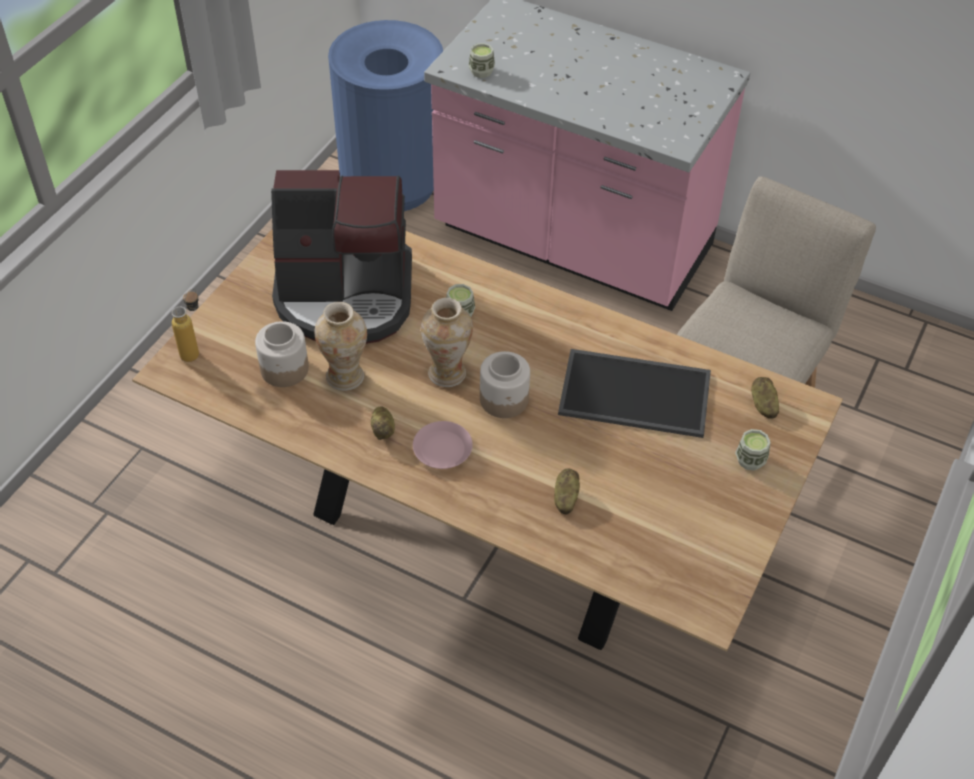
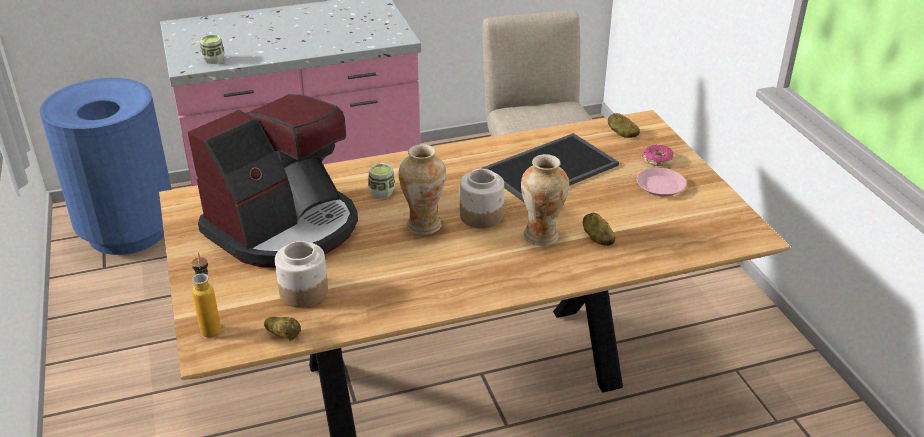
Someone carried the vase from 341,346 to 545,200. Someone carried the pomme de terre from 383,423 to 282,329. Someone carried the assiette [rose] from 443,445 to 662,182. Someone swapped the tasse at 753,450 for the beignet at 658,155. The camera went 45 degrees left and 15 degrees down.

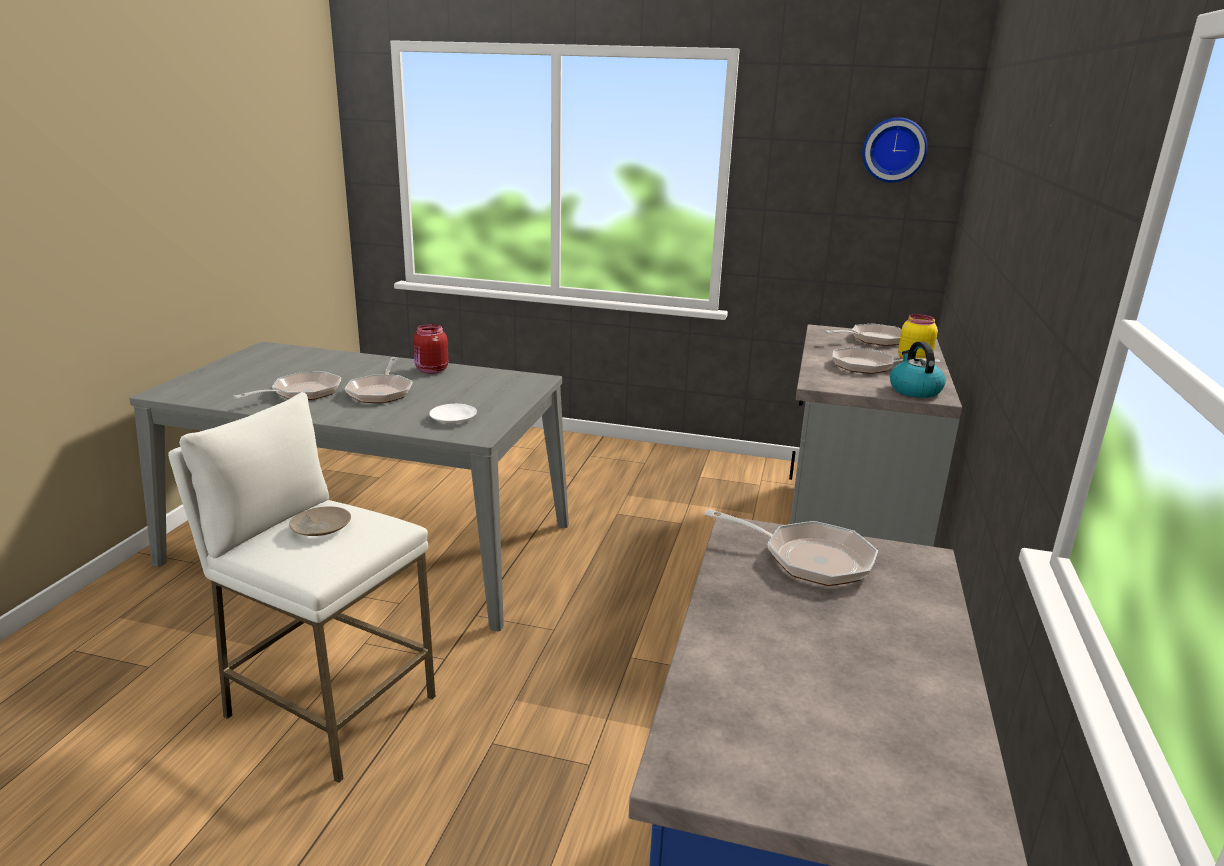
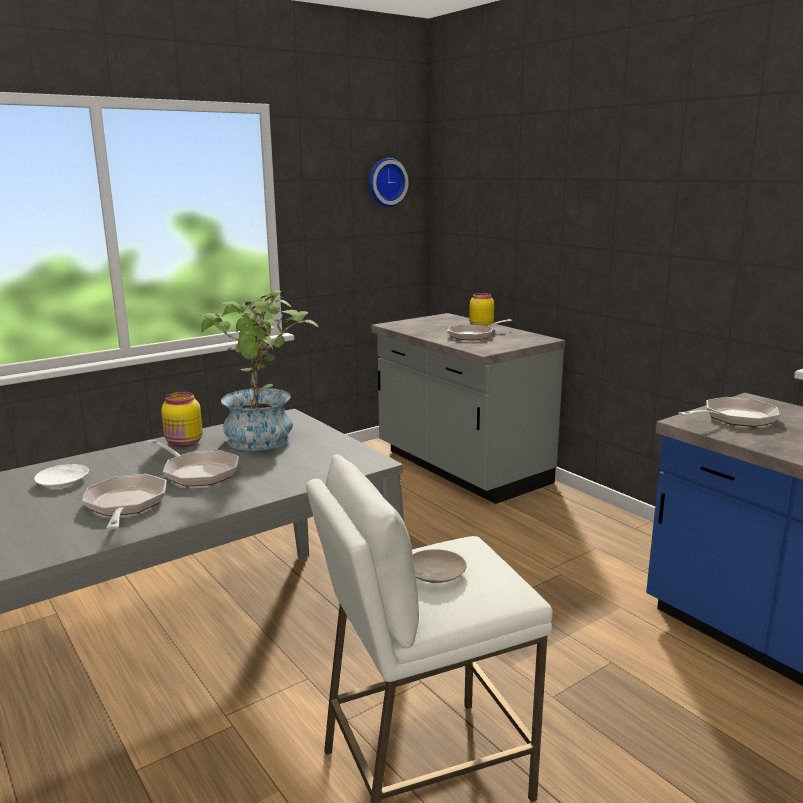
Someone took away the poêle at 863,335. Someone took away the bouilloire at 918,369. Someone put down the plante en pot at 260,370. Someone carried the assiette [blanc] from 453,413 to 61,475. Someone repainted the bocal [rouge] at 430,349, which became the bocal [jaune] at 181,419. The camera went 50 degrees left and 5 degrees down.

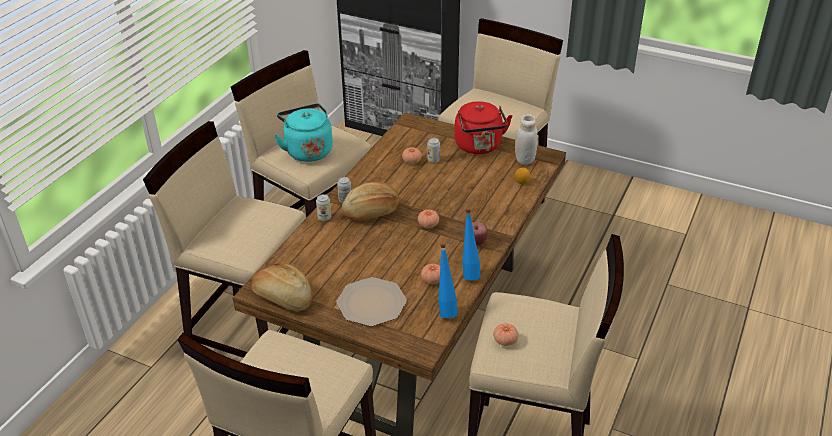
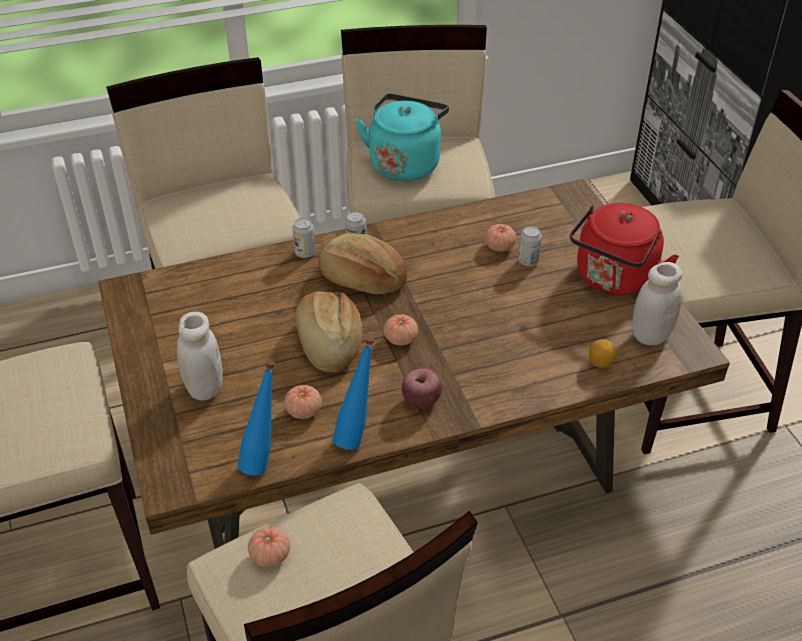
Someone carried the pain from 281,287 to 329,331. Someone swapped the assiette at 371,301 for the bocal [blanc] at 200,356. The camera went 45 degrees right and 5 degrees up.

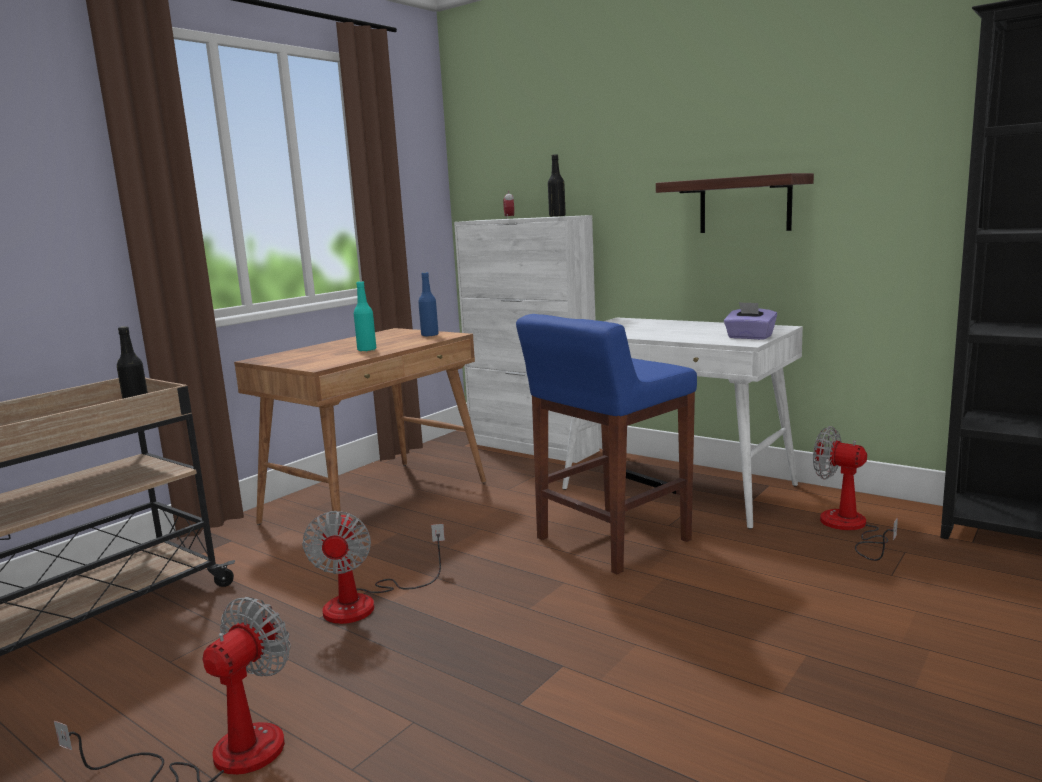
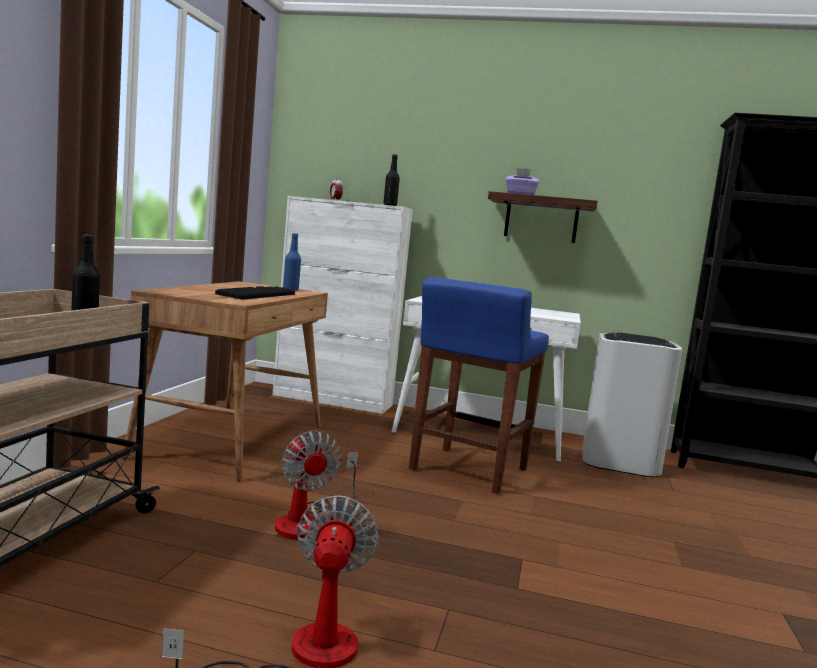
Someone carried the boîte à mouchoirs [violet] from 750,321 to 522,181. Someone swapped the bouteille [turquoise] at 365,316 for the clavier at 255,293. Someone swapped the ventilateur at 855,493 for the poubelle [blanc] at 632,405. The camera went 25 degrees left and 5 degrees down.

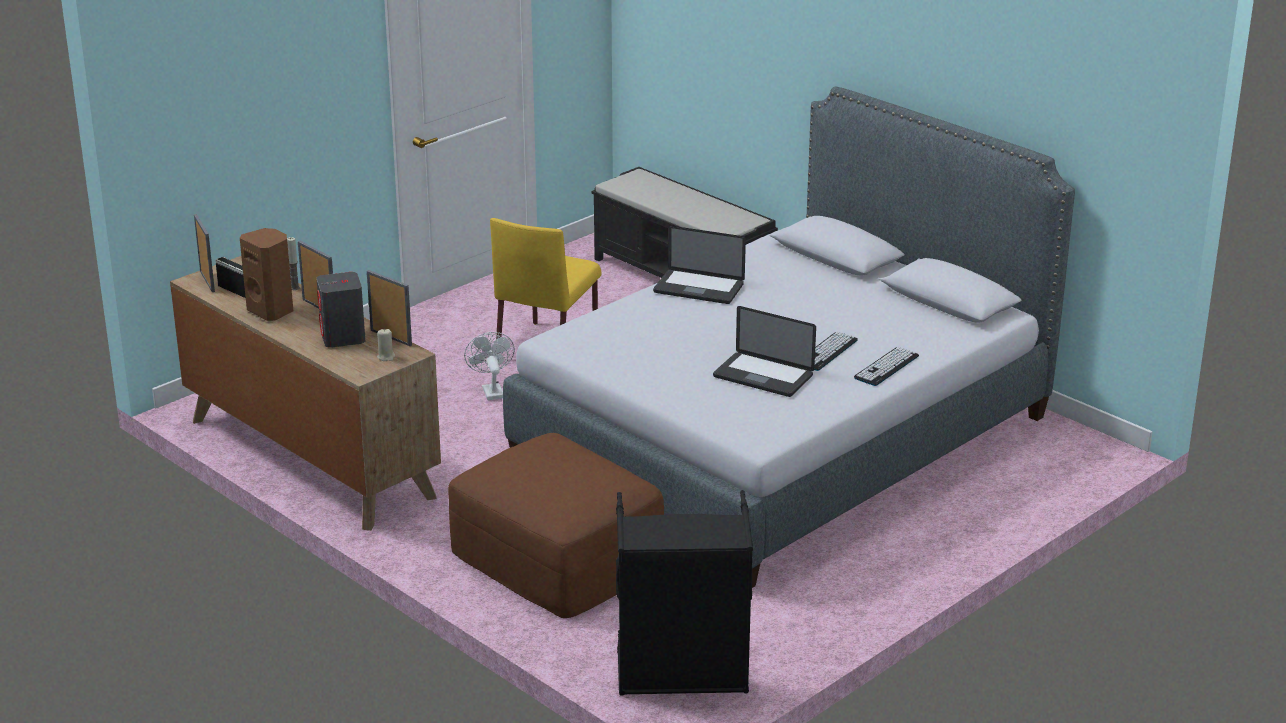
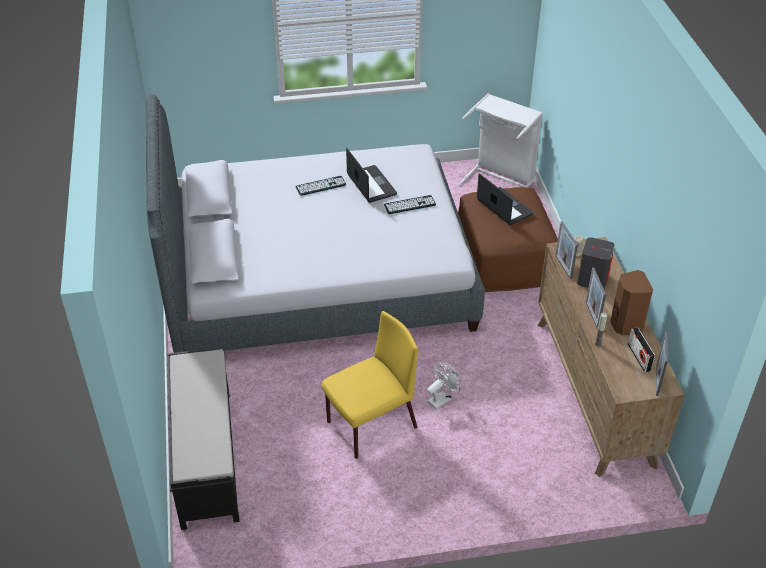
Someone carried the ordinateur portable from 699,265 to 505,199. Someone carried the clavier from 886,366 to 410,204. Someone repainted the panier à linge [noir] at 684,593, which became the panier à linge [blanc] at 500,140. Someone rotated the ventilateur [blanc] at 489,366 by 150 degrees counterclockwise. The camera went 145 degrees left and 15 degrees up.

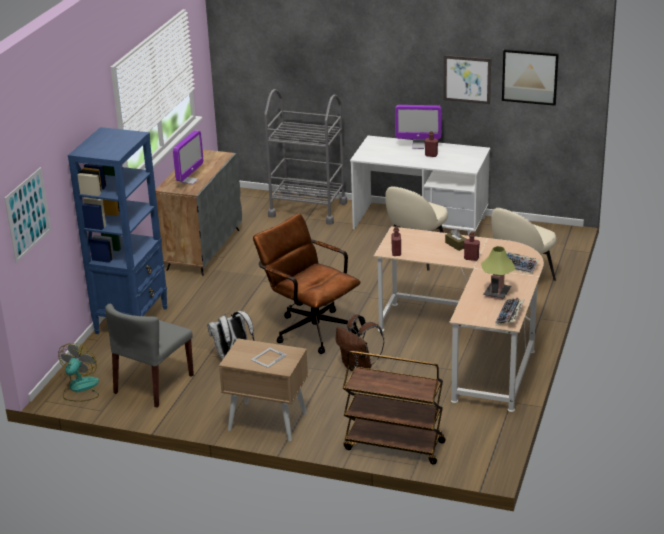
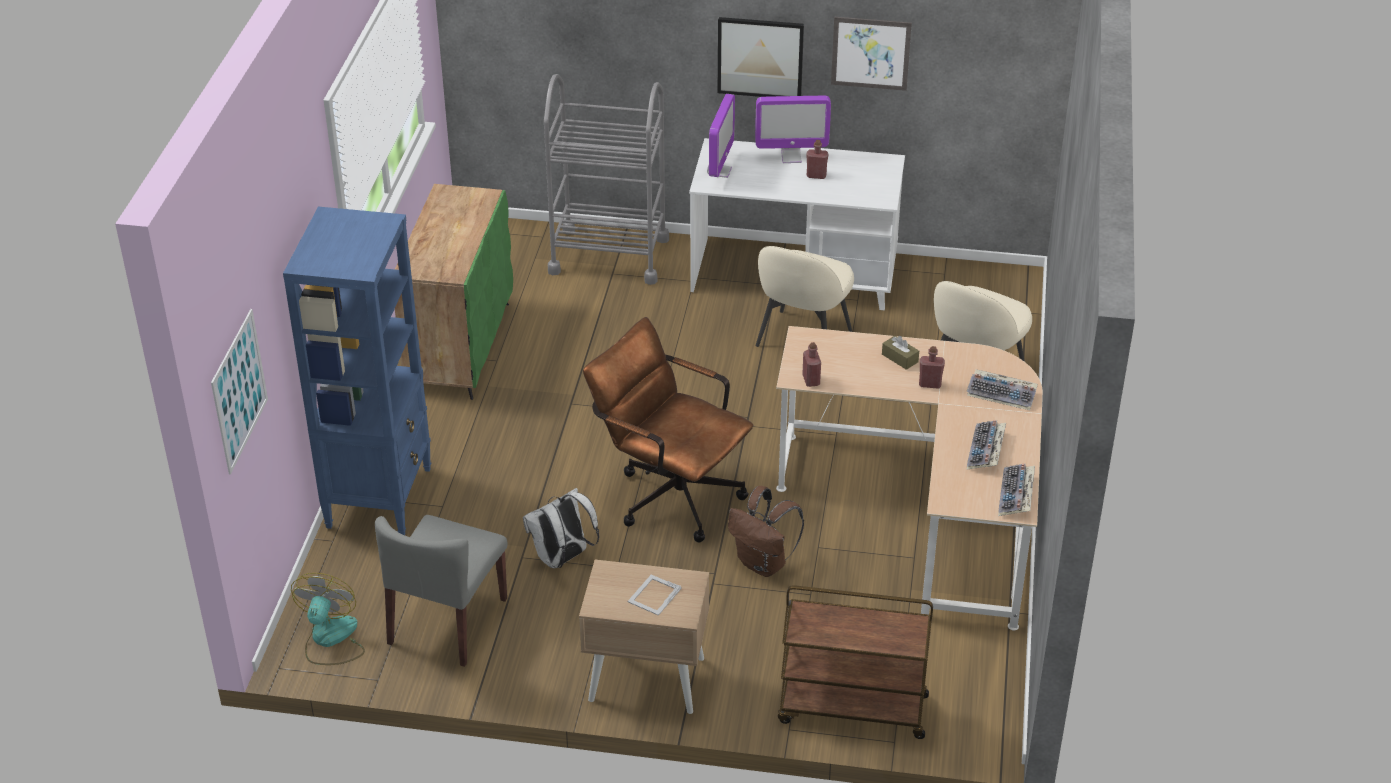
Someone carried the écran d'ordinateur from 188,157 to 721,136. Someone carried the tableau from 530,77 to 761,57. Someone swapped the lampe de table at 498,273 for the clavier at 986,445. Someone repainted the meuble de rangement [gris] at 199,213, which became the meuble de rangement [vert] at 454,292. The camera went 10 degrees left and 10 degrees up.

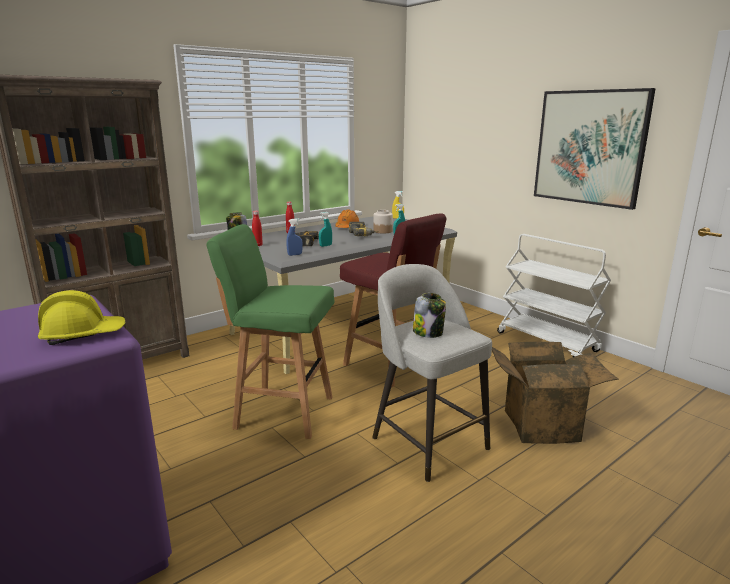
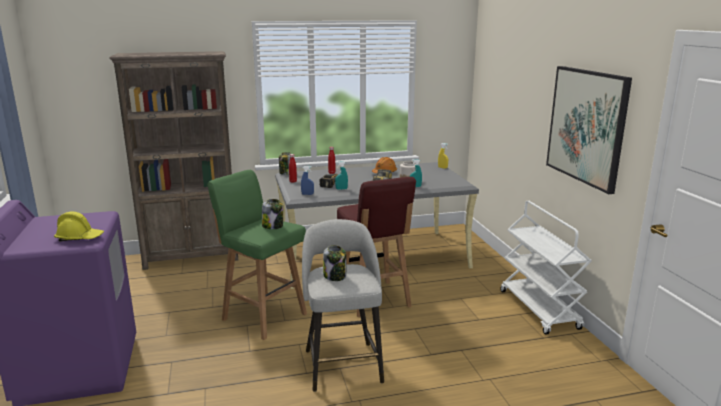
Someone took away the carton at 555,393. Someone put down the bocal at 272,214. The camera went 25 degrees right and 0 degrees up.

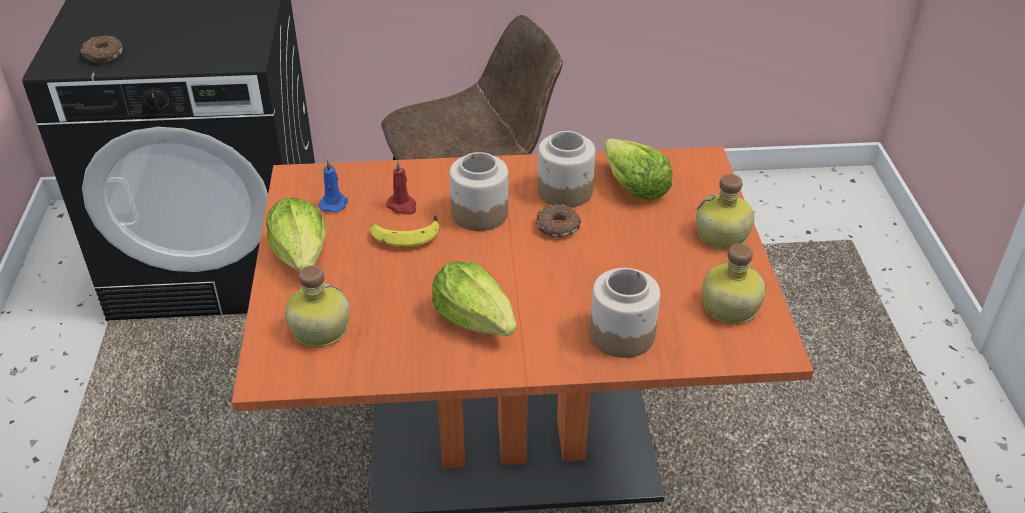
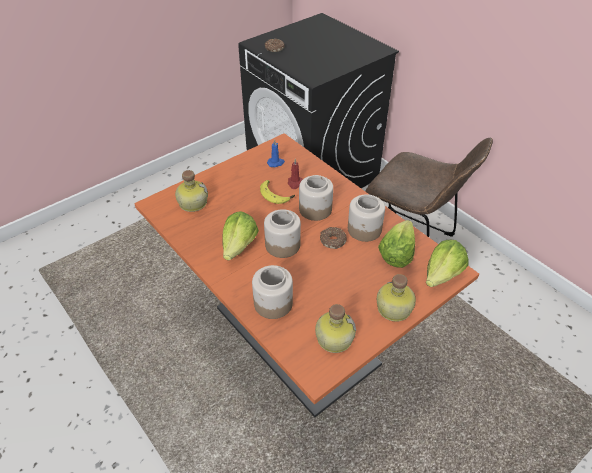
Someone put down the bocal at 282,233. Someone carried the laitue from 296,235 to 447,263. The camera went 55 degrees right and 5 degrees up.

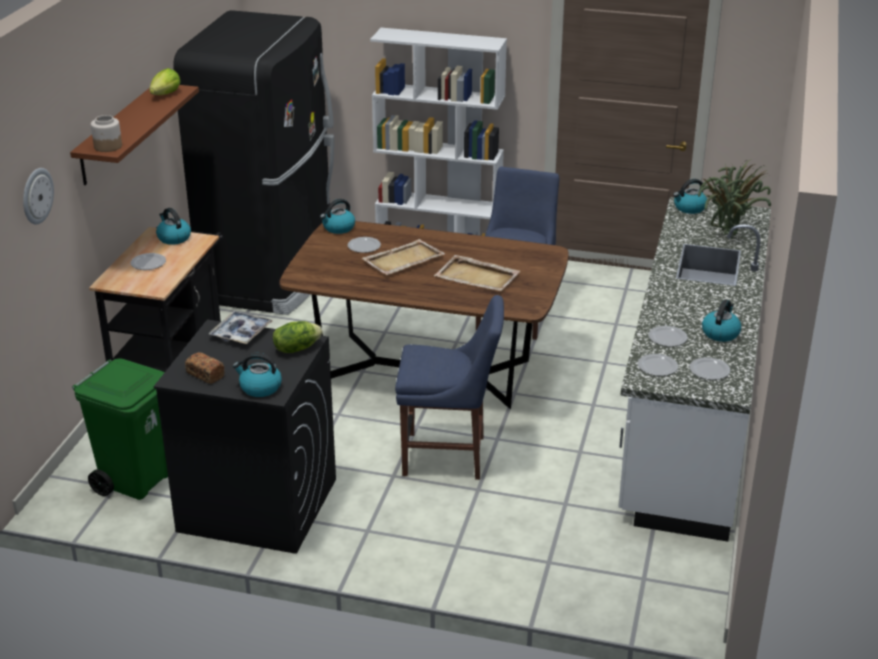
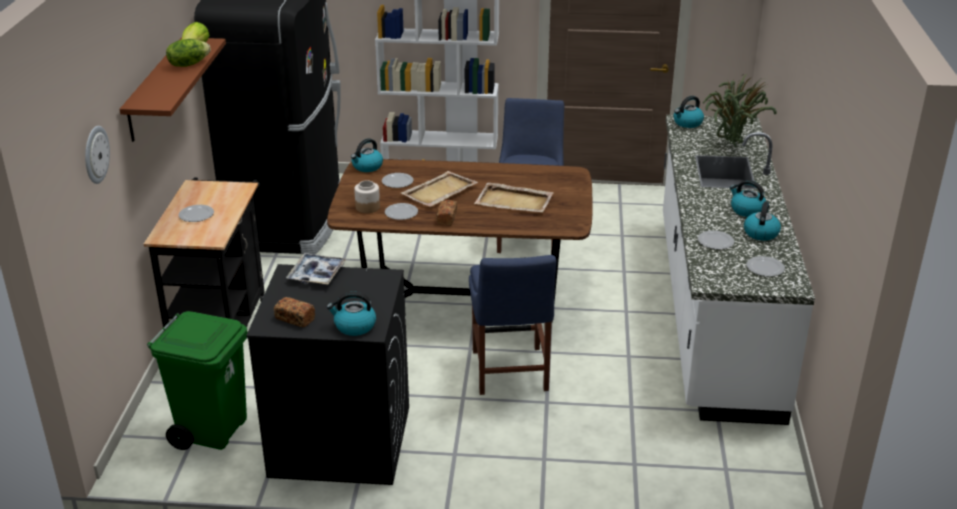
Someone put down the pain at 446,213. Someone carried the bocal from 106,133 to 367,196. Someone carried the bouilloire from 173,226 to 748,198. Someone carried the laitue from 298,337 to 188,53. Someone carried the assiette from 658,365 to 401,211. Someone rotated the chaise [bleu] at 449,387 by 90 degrees clockwise. The camera went 10 degrees left and 0 degrees up.

